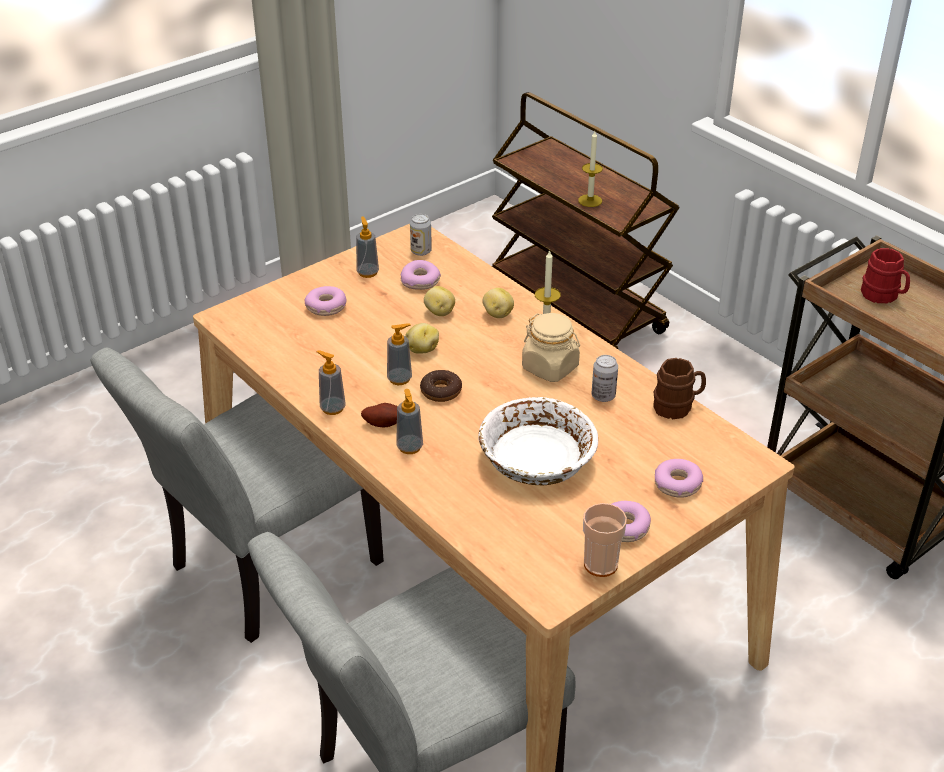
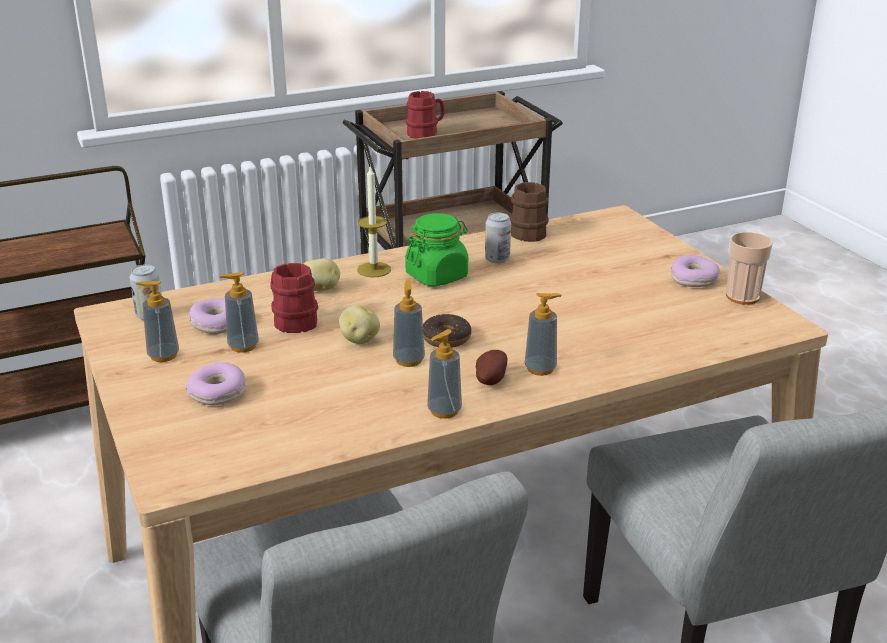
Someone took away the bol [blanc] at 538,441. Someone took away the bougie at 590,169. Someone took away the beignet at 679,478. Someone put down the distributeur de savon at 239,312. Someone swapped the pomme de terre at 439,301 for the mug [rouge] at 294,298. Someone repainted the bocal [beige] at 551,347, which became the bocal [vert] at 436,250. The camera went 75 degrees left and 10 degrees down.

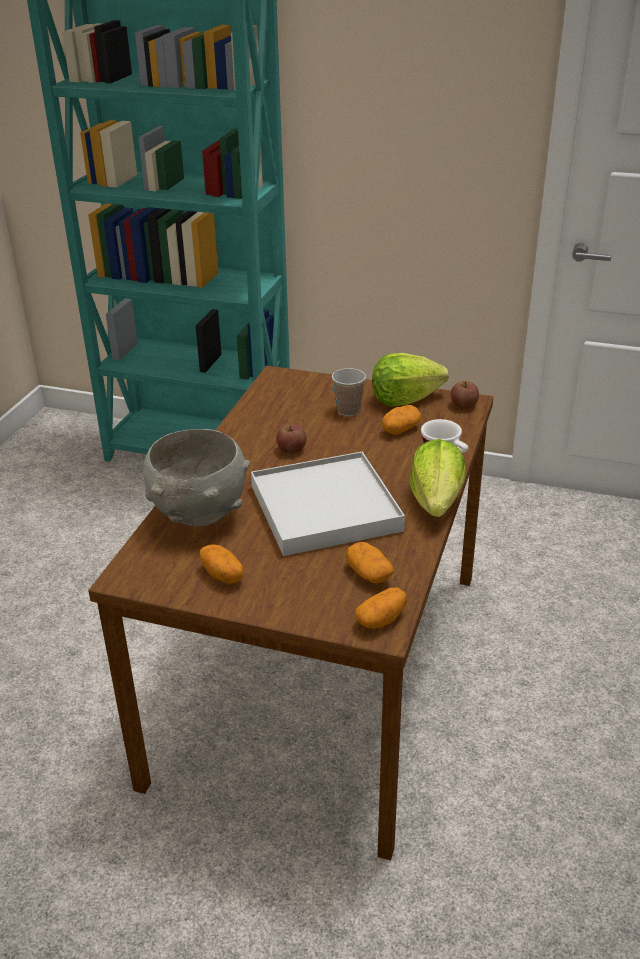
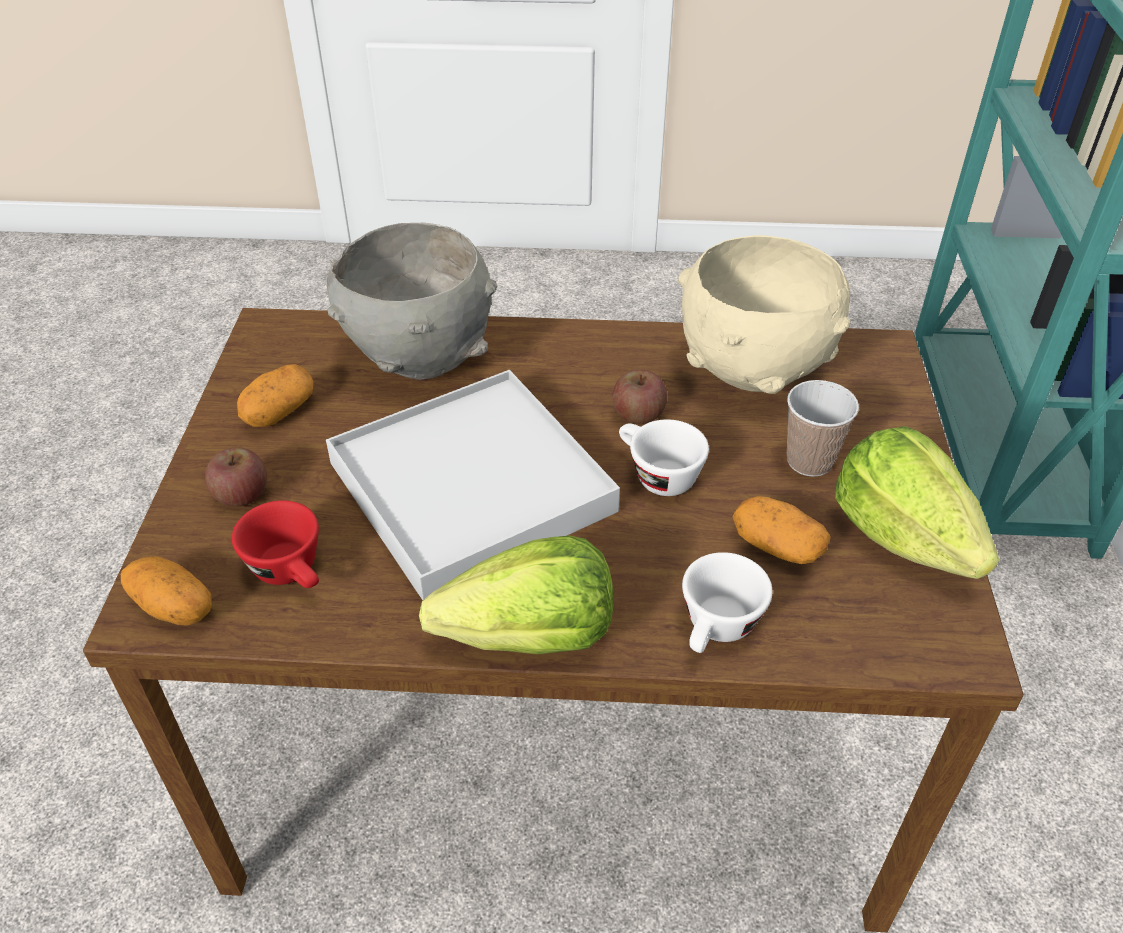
Someone put down the tasse [blanc] at 664,457. Someone put down the bol [beige] at 764,314. Someone carried the pomme from 464,395 to 236,477. Someone swapped the pomme de terre at 369,563 for the tasse [rouge] at 275,544. The camera went 75 degrees right and 10 degrees up.

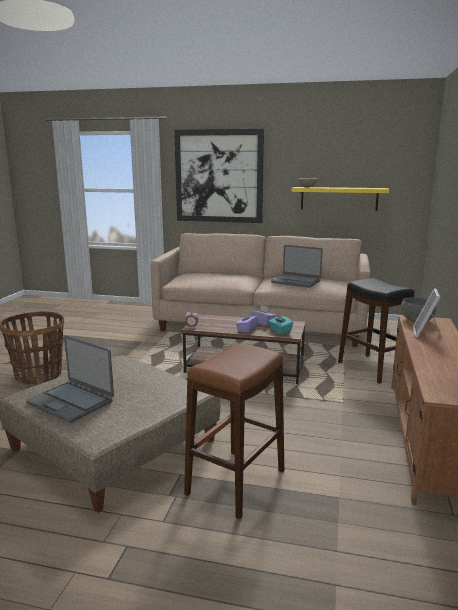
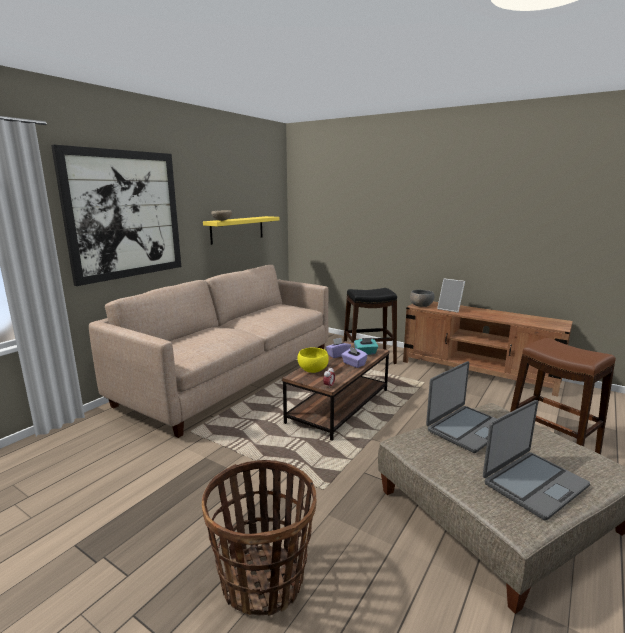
Someone put down the bol [jaune] at 313,360. Someone carried the ordinateur portable from 297,266 to 461,407. The camera went 70 degrees left and 0 degrees up.

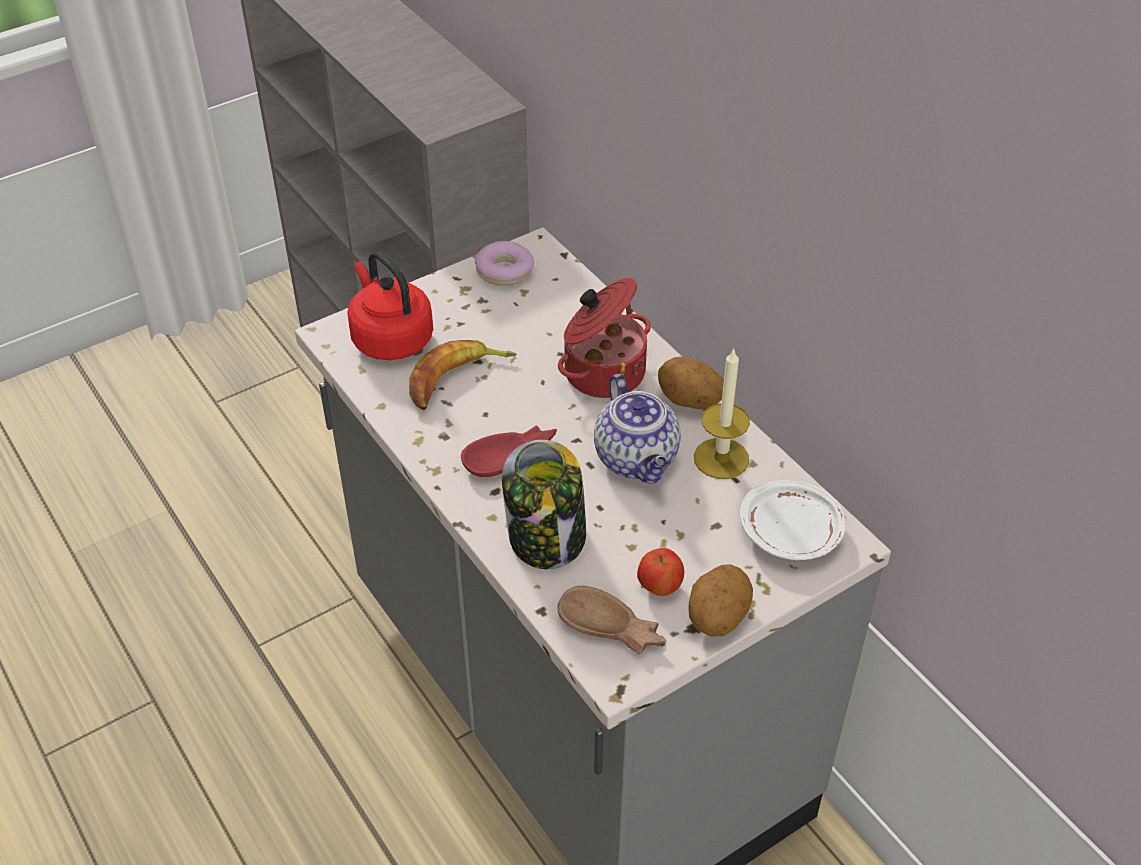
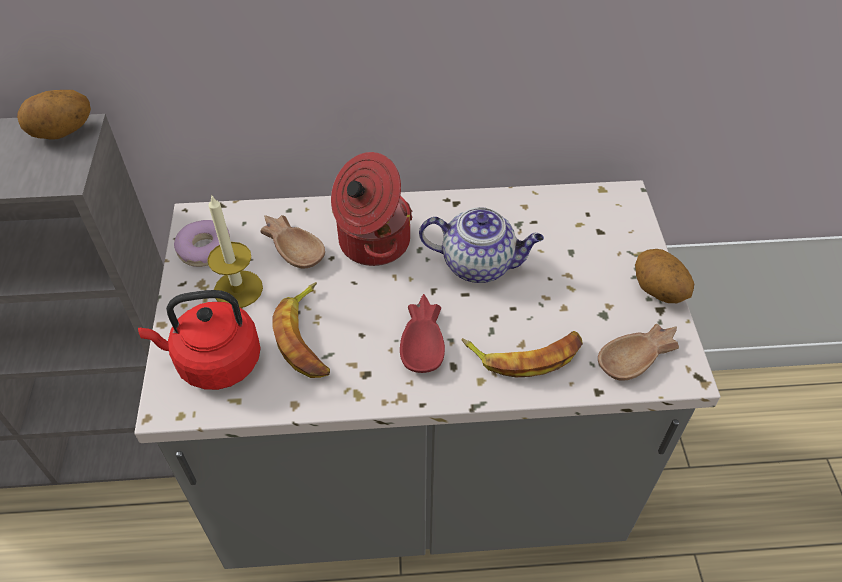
Someone took away the pomme at 660,572. Someone took away the assiette [blanc] at 793,520. Someone put down the bol [marron] at 292,241. Someone carried the pomme de terre from 691,382 to 54,114. Someone carried the bougie from 722,413 to 235,251. Someone swapped the bocal at 544,504 for the banane at 522,354. The camera went 60 degrees left and 5 degrees up.

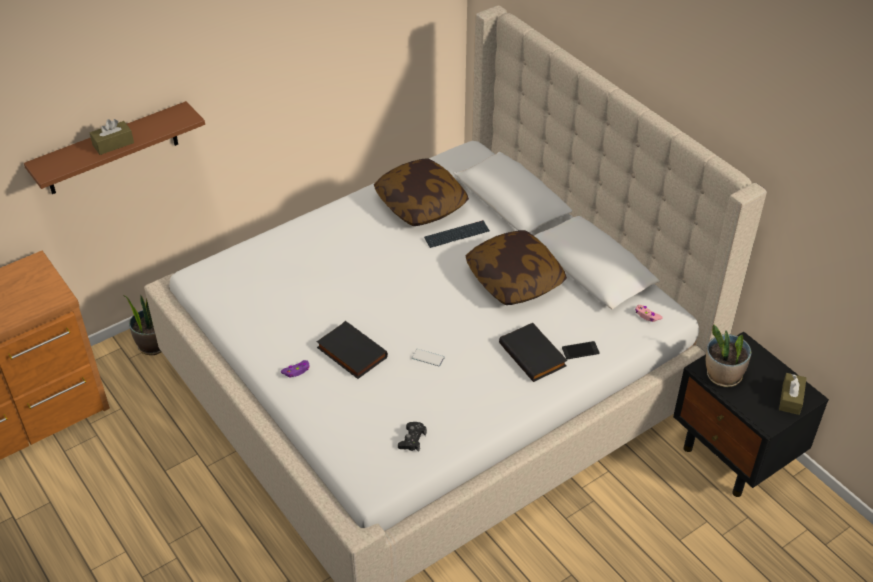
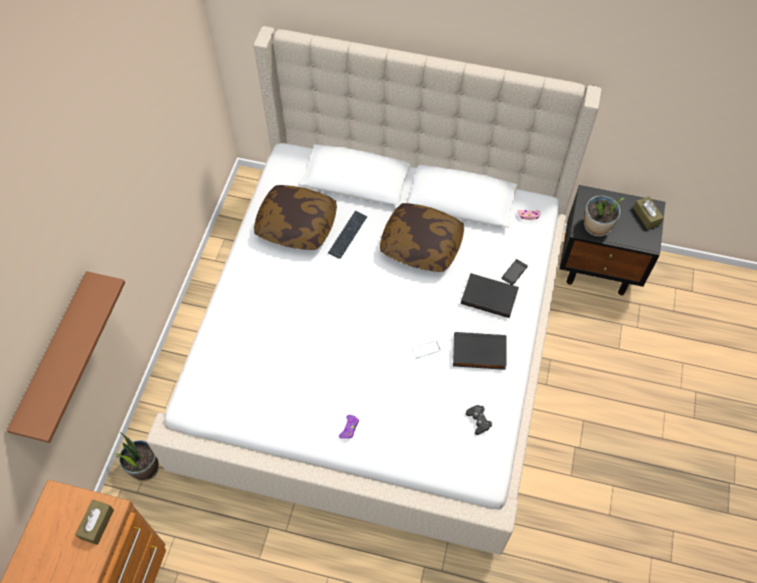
Someone carried the boîte à mouchoirs [marron] from 112,137 to 94,522. Someone carried the livre [noir] from 352,350 to 480,351. The camera went 40 degrees left and 15 degrees up.

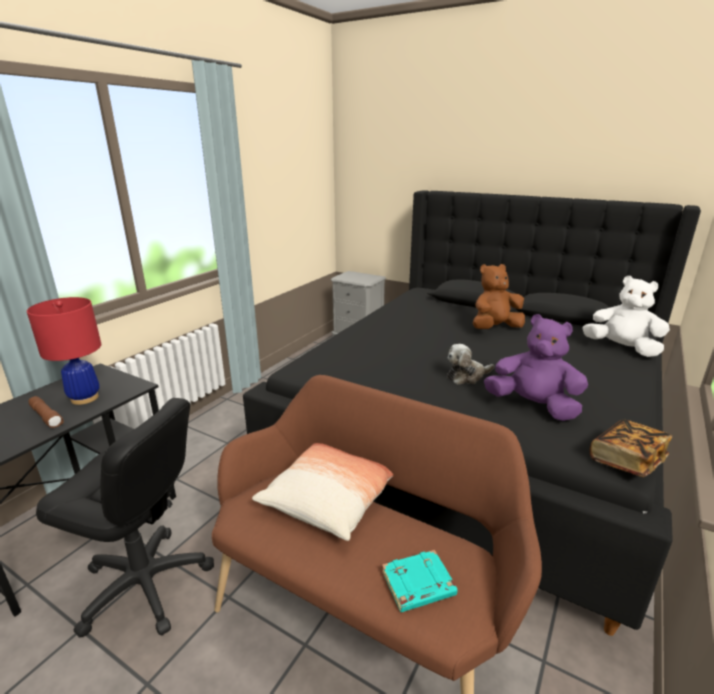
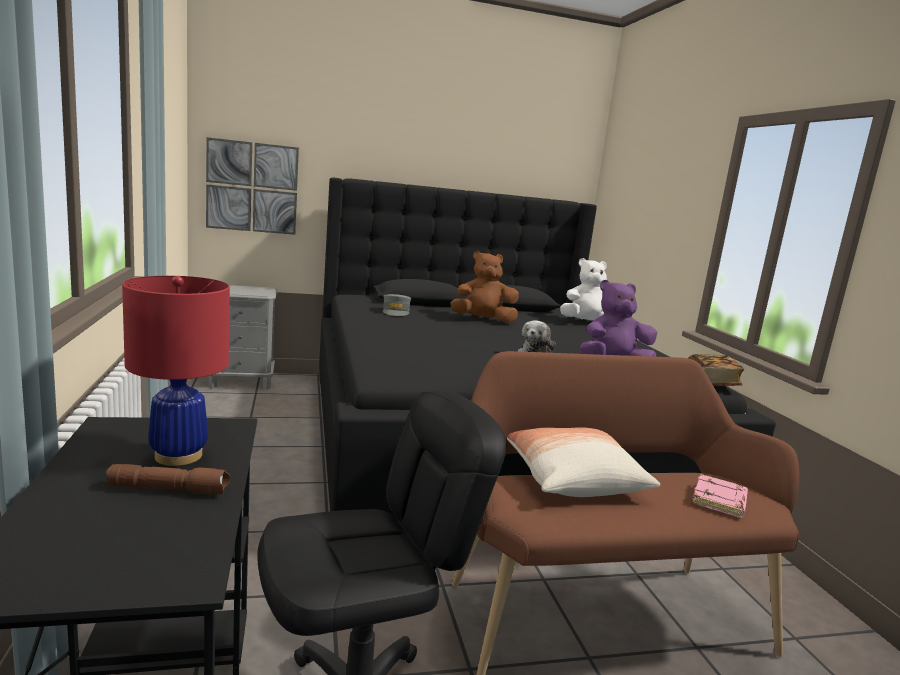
Someone put up the tableau at 252,186. Someone put down the casquette [gris] at 397,305. Someone repainted the livre [turquoise] at 420,581, which became the livre [rose] at 720,496. Someone rotated the peluche [marron] at 499,296 by 60 degrees clockwise. The camera went 45 degrees left and 10 degrees down.

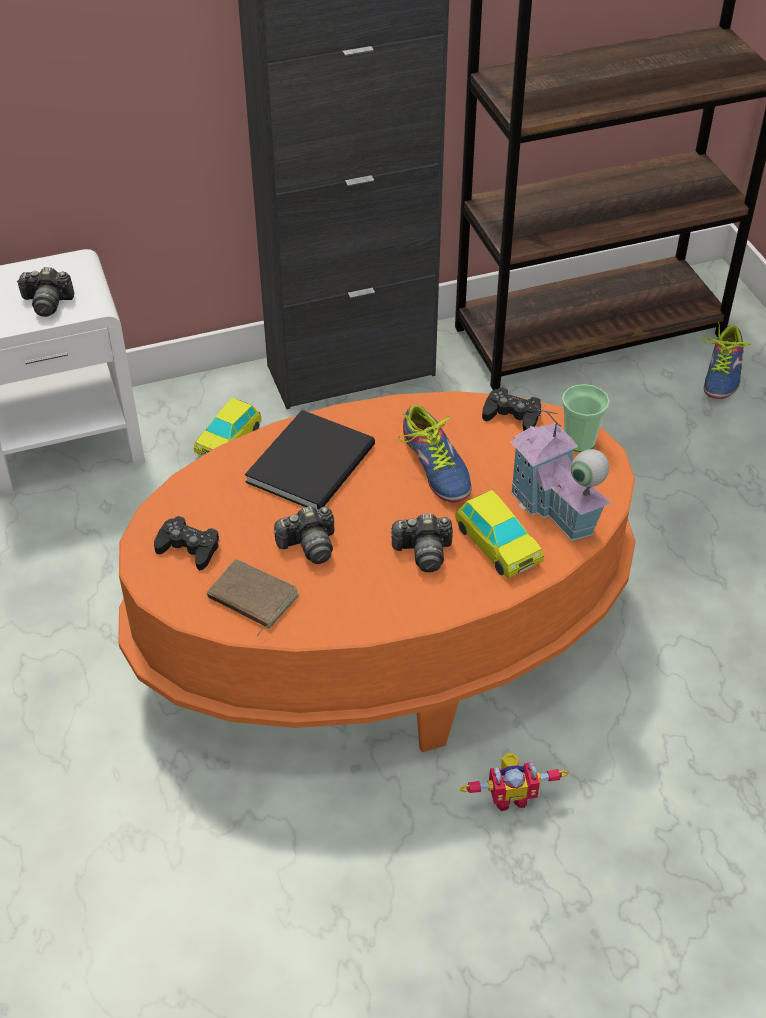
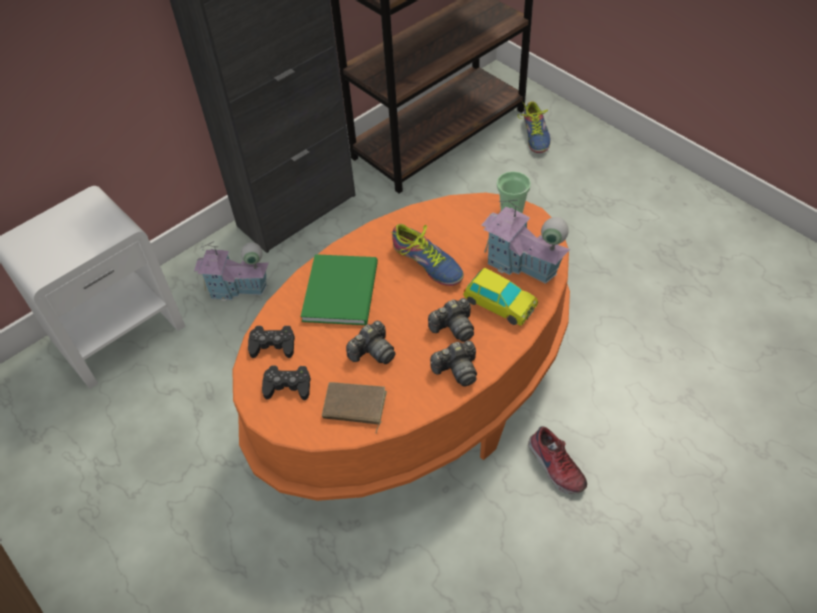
Someone carried the appareil photo from 46,292 to 453,363. Someone carried the manette [noir] from 511,409 to 271,342. Someone swapped the petite voiture at 228,427 for the maison miniature at 231,271. Someone swapped the robot jouet at 514,782 for the chaussure at 557,460. Someone repainted the livre [noir] at 310,459, which became the livre [vert] at 339,289. The camera went 20 degrees left and 5 degrees up.

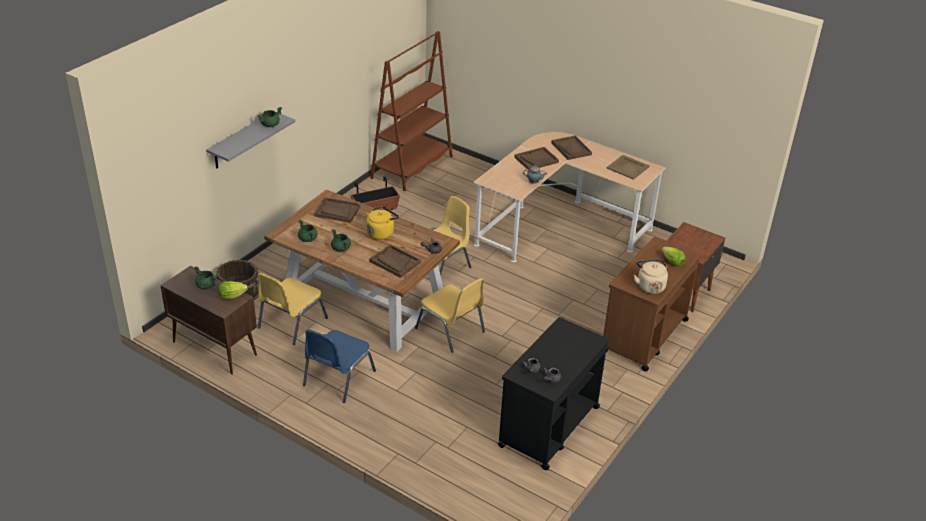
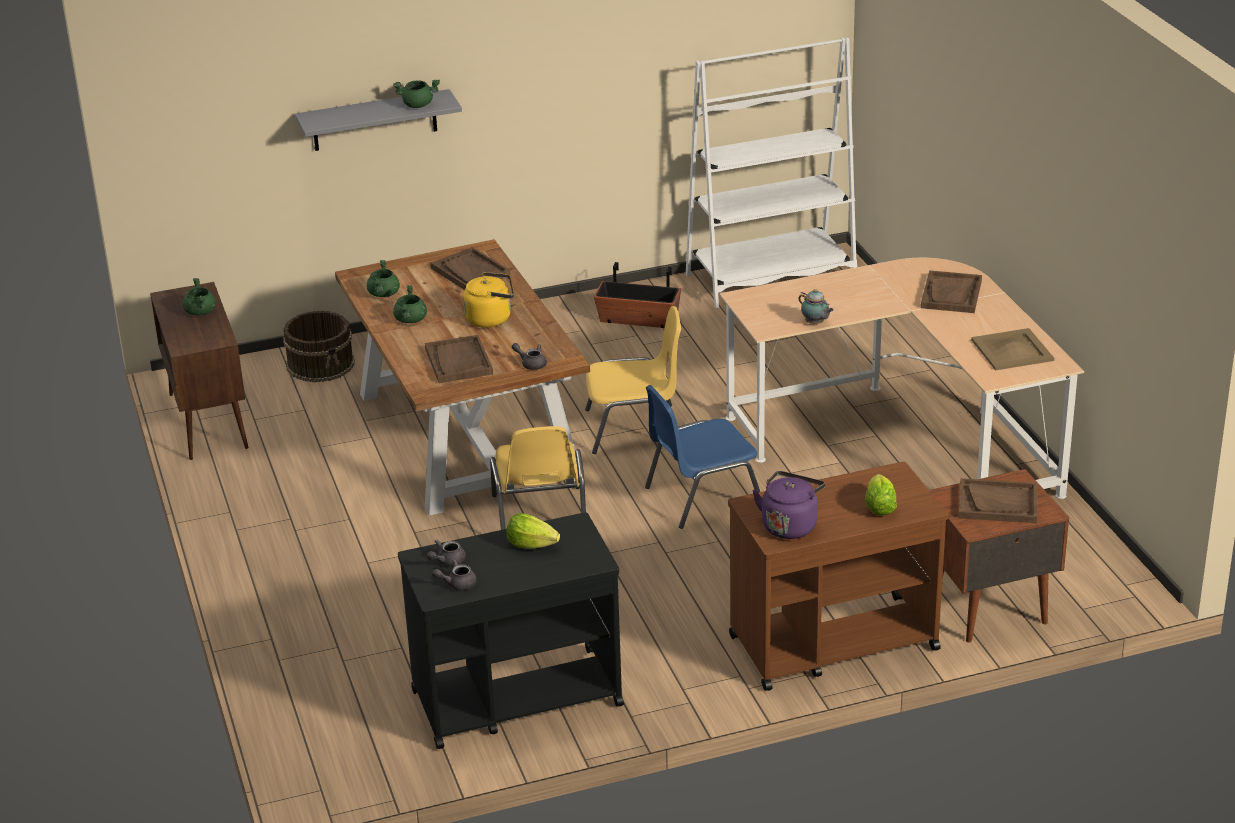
Someone took away the chaise [jaune] at 293,309. Someone carried the laitue from 233,290 to 533,531. Someone carried the chaise [bleu] from 339,366 to 702,457. Someone carried the plateau [marron] from 536,159 to 998,500. Someone repainted the bibliothèque [marron] at 411,111, which became the bibliothèque [blanc] at 771,172. Someone repainted the bouilloire [beige] at 651,276, which became the bouilloire [violet] at 789,505. The camera went 40 degrees right and 5 degrees down.

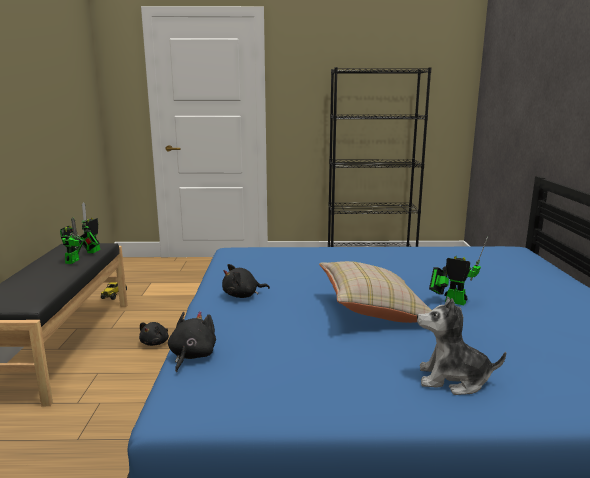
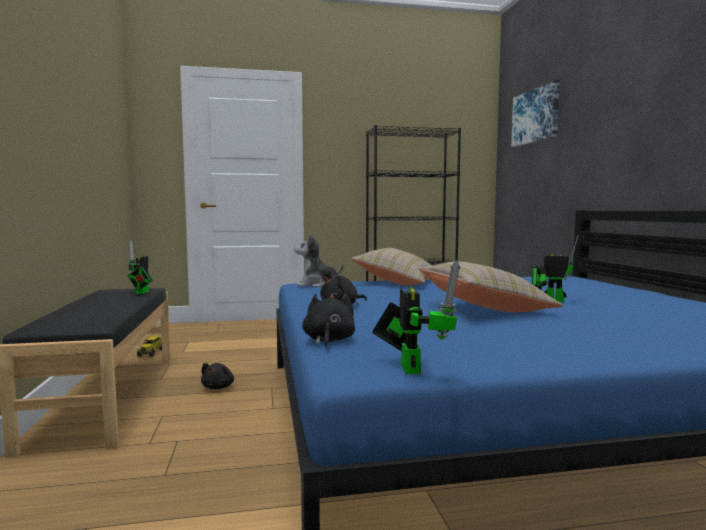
Someone put down the coussin [beige] at 391,267. Someone put up the tableau at 535,113. Someone carried the robot jouet from 72,240 to 416,317. Someone carried the peluche from 461,345 to 319,260. The camera went 10 degrees left and 10 degrees down.

